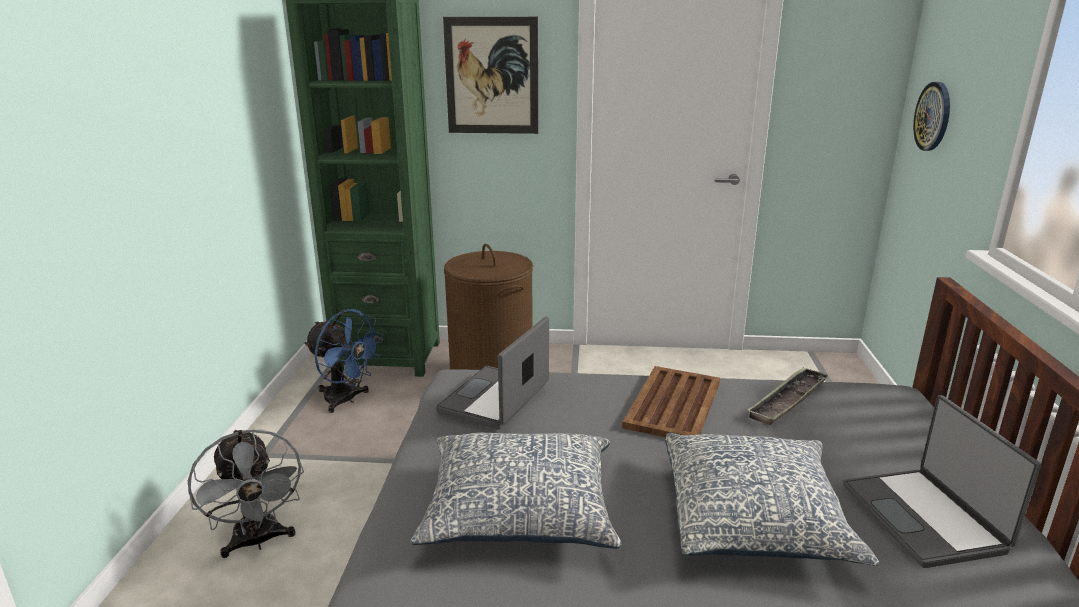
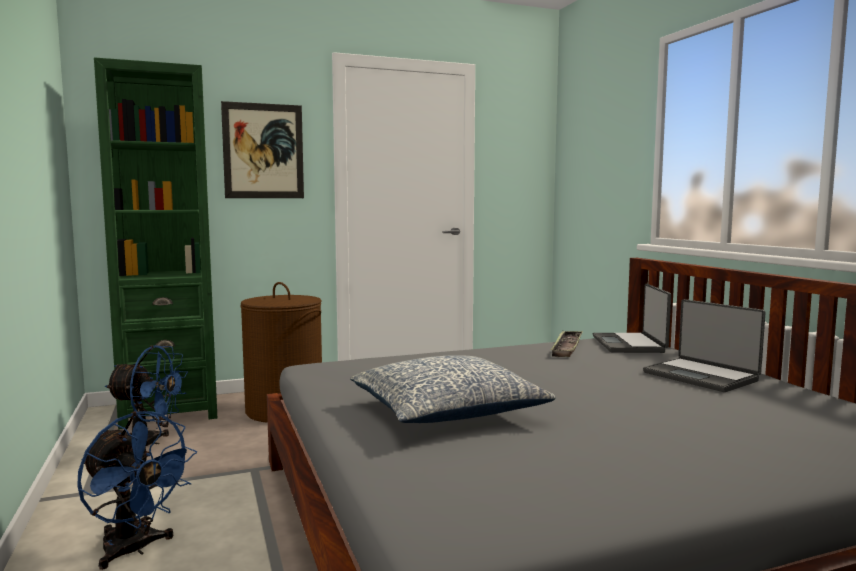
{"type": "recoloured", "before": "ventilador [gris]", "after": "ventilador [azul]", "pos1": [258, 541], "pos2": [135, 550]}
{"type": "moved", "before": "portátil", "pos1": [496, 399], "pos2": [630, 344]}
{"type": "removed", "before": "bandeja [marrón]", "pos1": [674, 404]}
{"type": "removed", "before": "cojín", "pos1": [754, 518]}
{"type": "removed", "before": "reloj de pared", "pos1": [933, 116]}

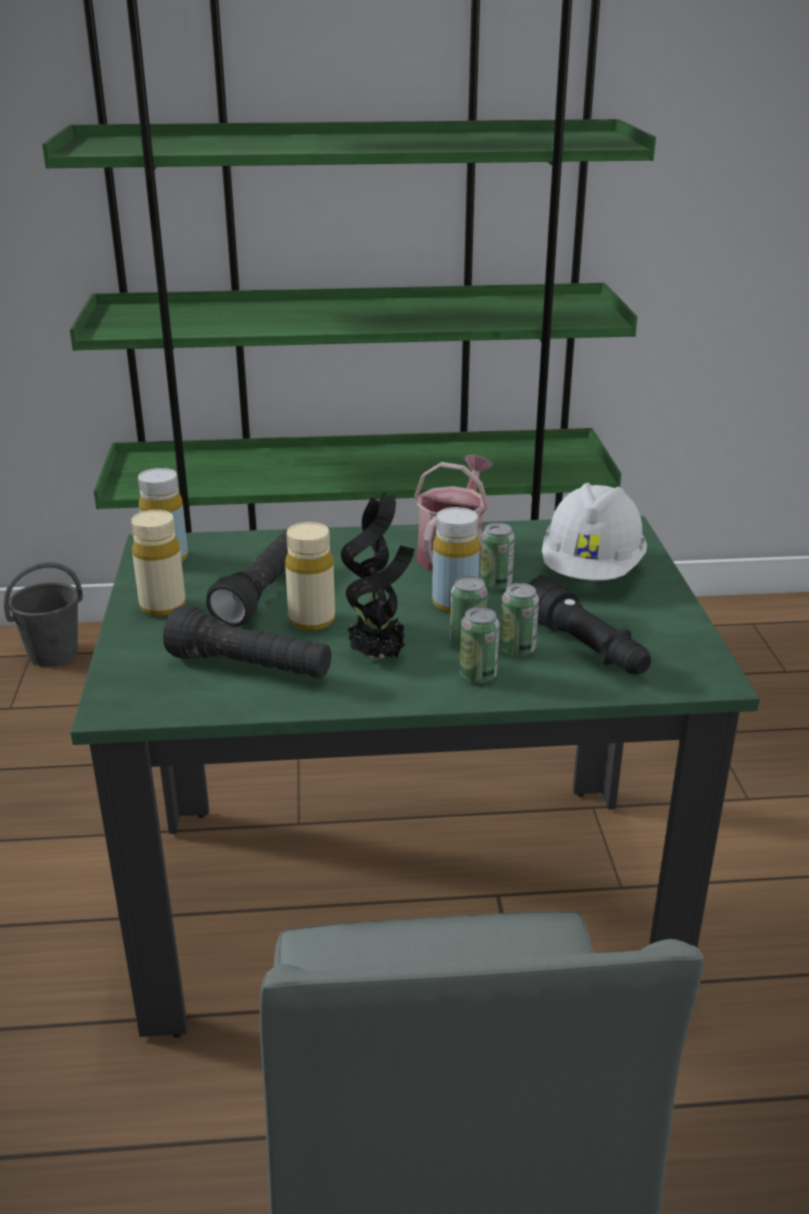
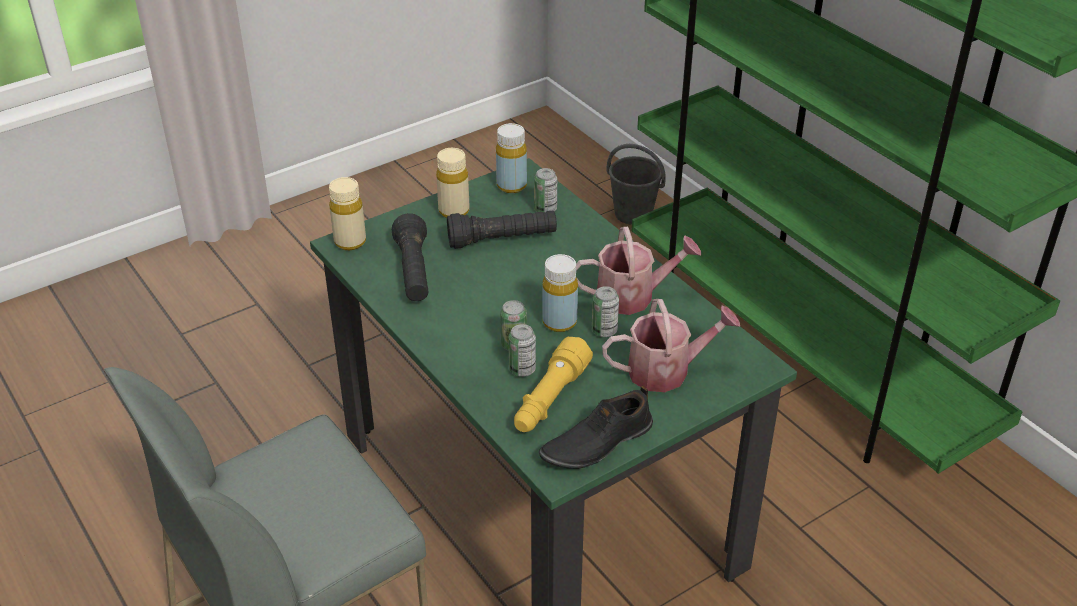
{"type": "moved", "before": "botella [beis]", "pos1": [312, 620], "pos2": [350, 242]}
{"type": "removed", "before": "planta en maceta", "pos1": [379, 656]}
{"type": "moved", "before": "lata", "pos1": [478, 675], "pos2": [545, 209]}
{"type": "recoloured", "before": "linterna [negro]", "after": "linterna [amarillo]", "pos1": [585, 648], "pos2": [550, 399]}
{"type": "replaced", "before": "casco [blanco]", "after": "regadera", "pos1": [592, 571], "pos2": [667, 370]}
{"type": "added", "after": "zapato [negro]", "pos2": [596, 443]}

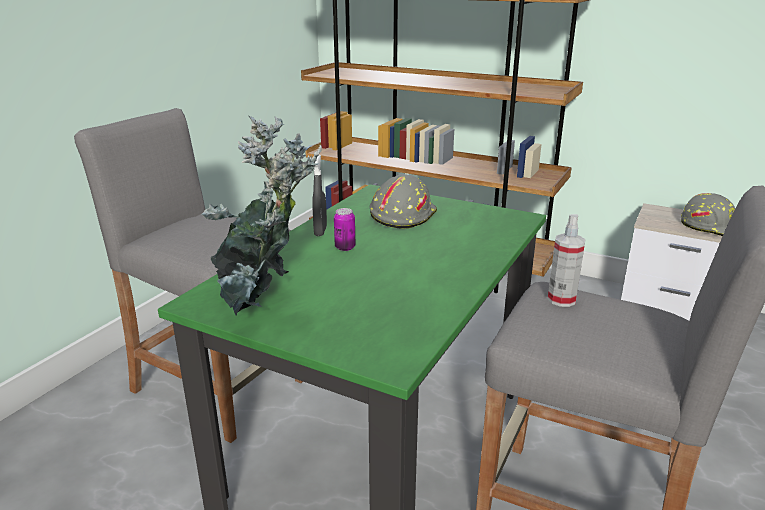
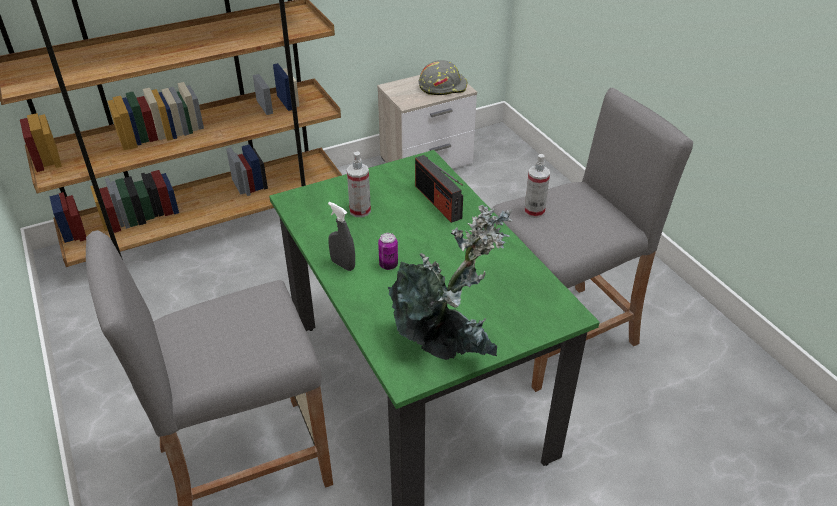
{"type": "replaced", "before": "casco [gris]", "after": "pulverizador", "pos1": [402, 215], "pos2": [360, 211]}
{"type": "added", "after": "radio", "pos2": [438, 202]}

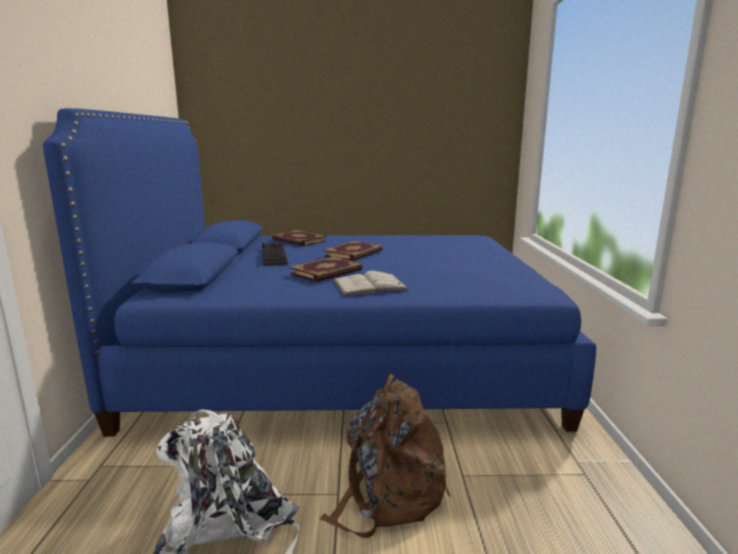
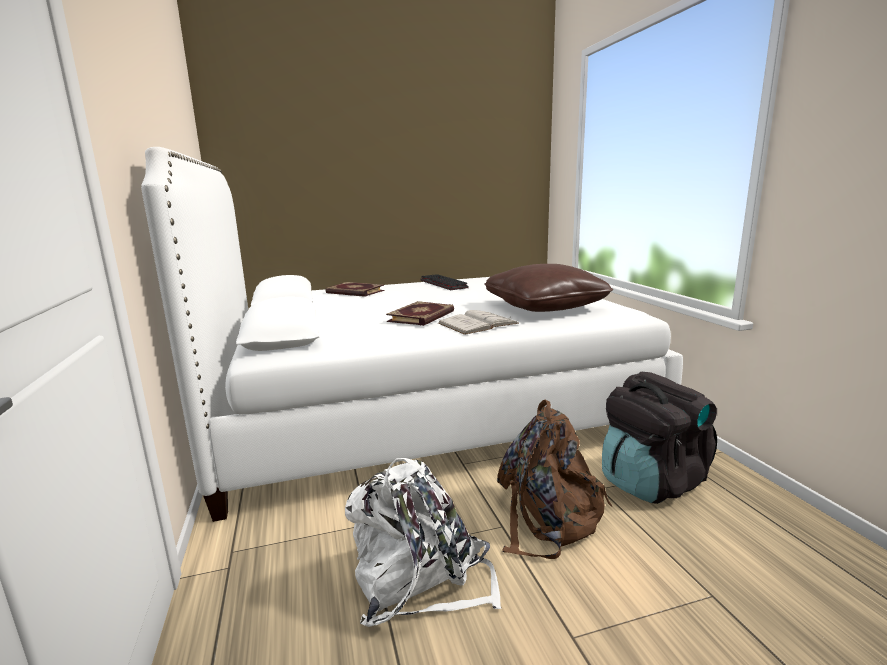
{"type": "recoloured", "before": "cama [azul]", "after": "cama [blanco]", "pos1": [344, 360], "pos2": [425, 407]}
{"type": "moved", "before": "teclado", "pos1": [272, 255], "pos2": [441, 284]}
{"type": "removed", "before": "libro", "pos1": [354, 254]}
{"type": "added", "after": "cojín [marrón]", "pos2": [544, 307]}
{"type": "added", "after": "mochila [negro]", "pos2": [651, 481]}

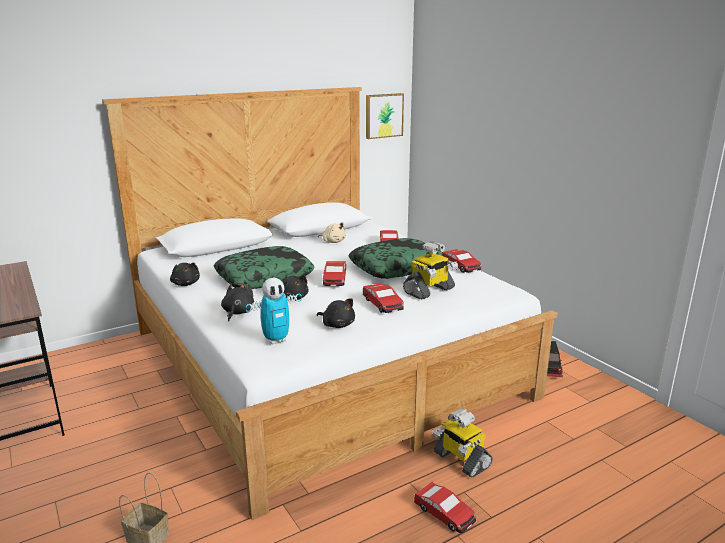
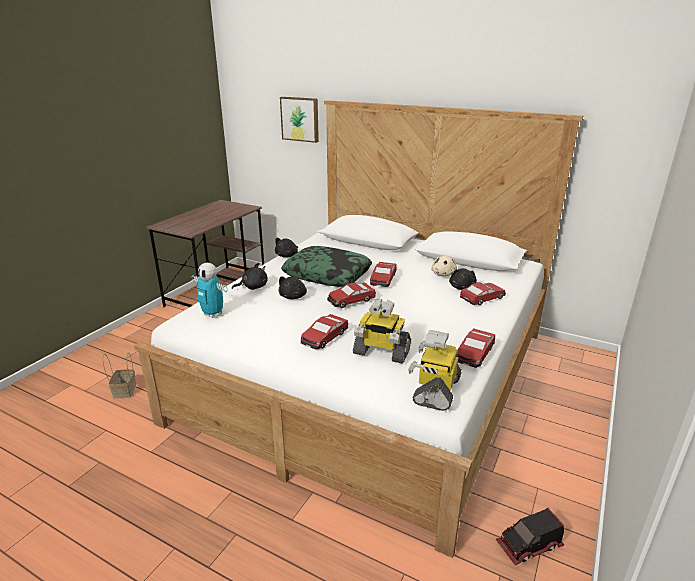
{"type": "moved", "before": "peluche [negro]", "pos1": [337, 325], "pos2": [462, 287]}
{"type": "removed", "before": "cojín", "pos1": [396, 267]}
{"type": "moved", "before": "cuadro", "pos1": [383, 115], "pos2": [300, 119]}
{"type": "moved", "before": "coche de juguete", "pos1": [444, 513], "pos2": [383, 279]}
{"type": "moved", "before": "robot de juguete", "pos1": [460, 460], "pos2": [435, 390]}

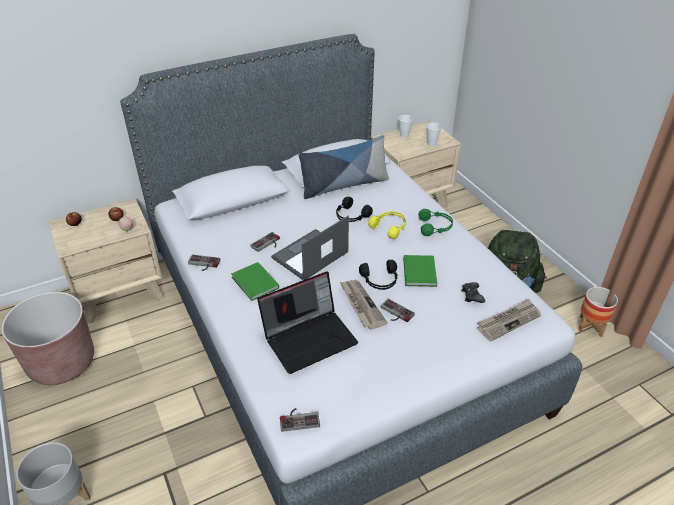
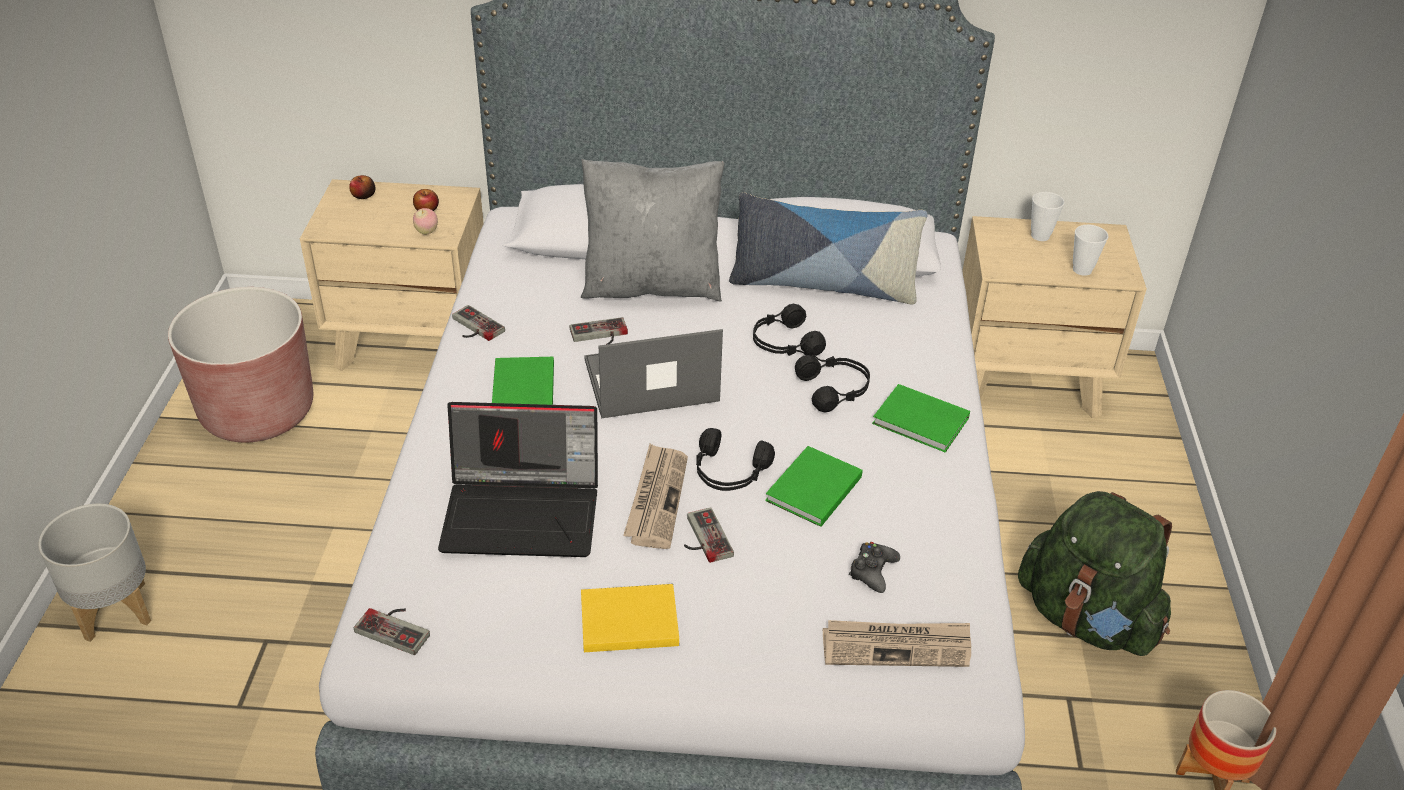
{"type": "recoloured", "before": "auriculares [amarillo]", "after": "auriculares [negro]", "pos1": [389, 227], "pos2": [834, 389]}
{"type": "replaced", "before": "auriculares [verde]", "after": "libro [verde]", "pos1": [435, 227], "pos2": [922, 422]}
{"type": "added", "after": "cojín [gris]", "pos2": [652, 285]}
{"type": "added", "after": "libro [amarillo]", "pos2": [626, 620]}

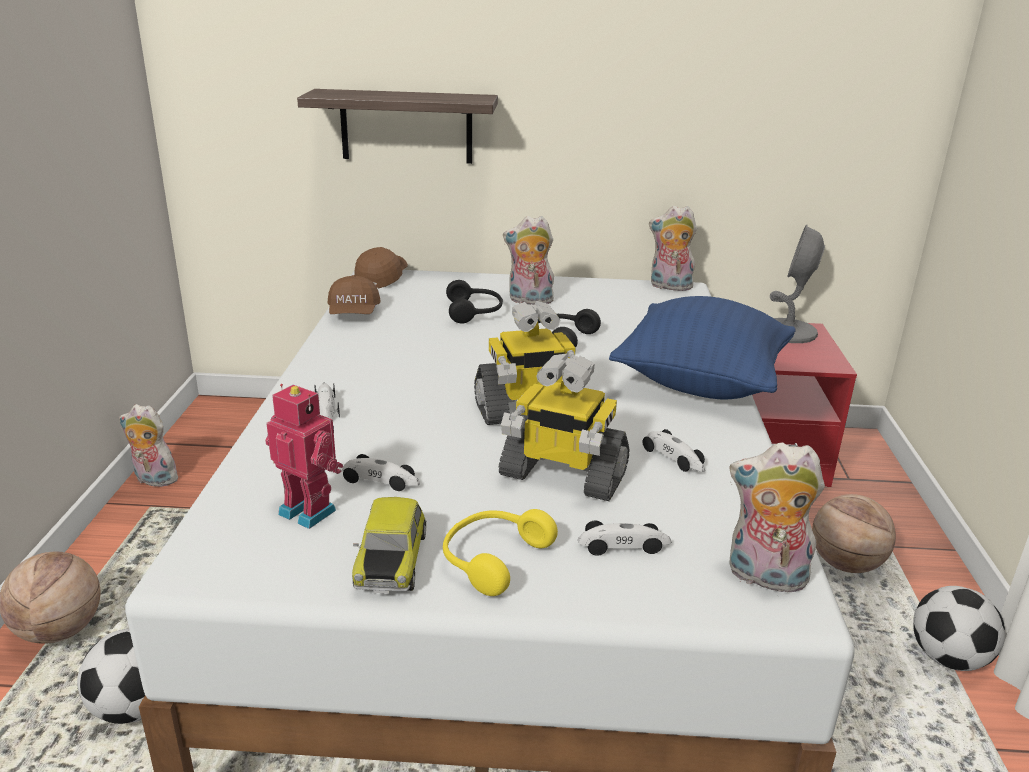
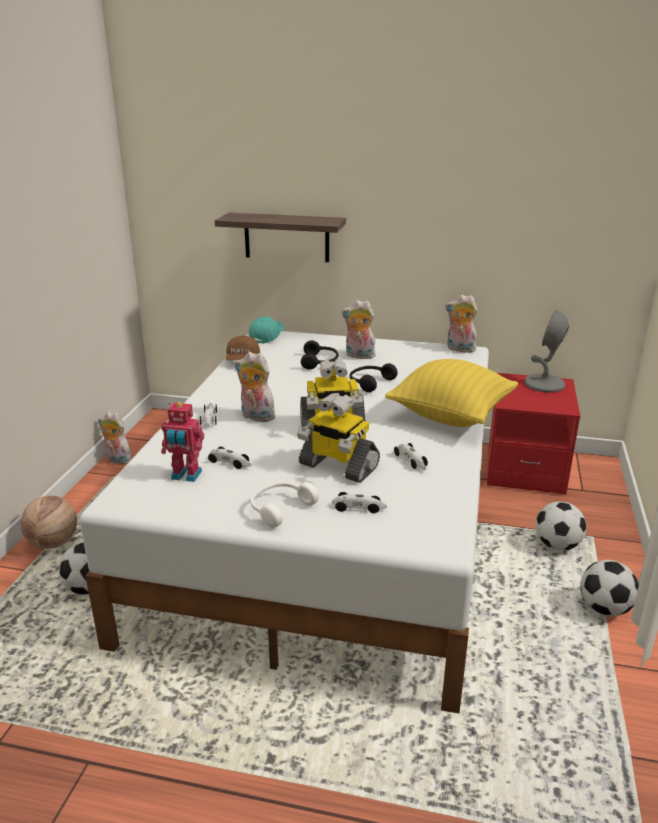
{"type": "turned", "before": "robot de juguete", "pos1": [310, 510], "pos2": [185, 476], "turn": 150}
{"type": "removed", "before": "coche de juguete", "pos1": [390, 560]}
{"type": "recoloured", "before": "gorra [marrón]", "after": "gorra [turquesa]", "pos1": [382, 278], "pos2": [267, 336]}
{"type": "recoloured", "before": "auriculares [amarillo]", "after": "auriculares [blanco]", "pos1": [492, 558], "pos2": [280, 508]}
{"type": "recoloured", "before": "cojín [azul]", "after": "cojín [amarillo]", "pos1": [701, 383], "pos2": [450, 415]}
{"type": "moved", "before": "peluche", "pos1": [764, 577], "pos2": [255, 417]}
{"type": "replaced", "before": "balón de baloncesto", "after": "balón de fútbol", "pos1": [845, 564], "pos2": [556, 545]}

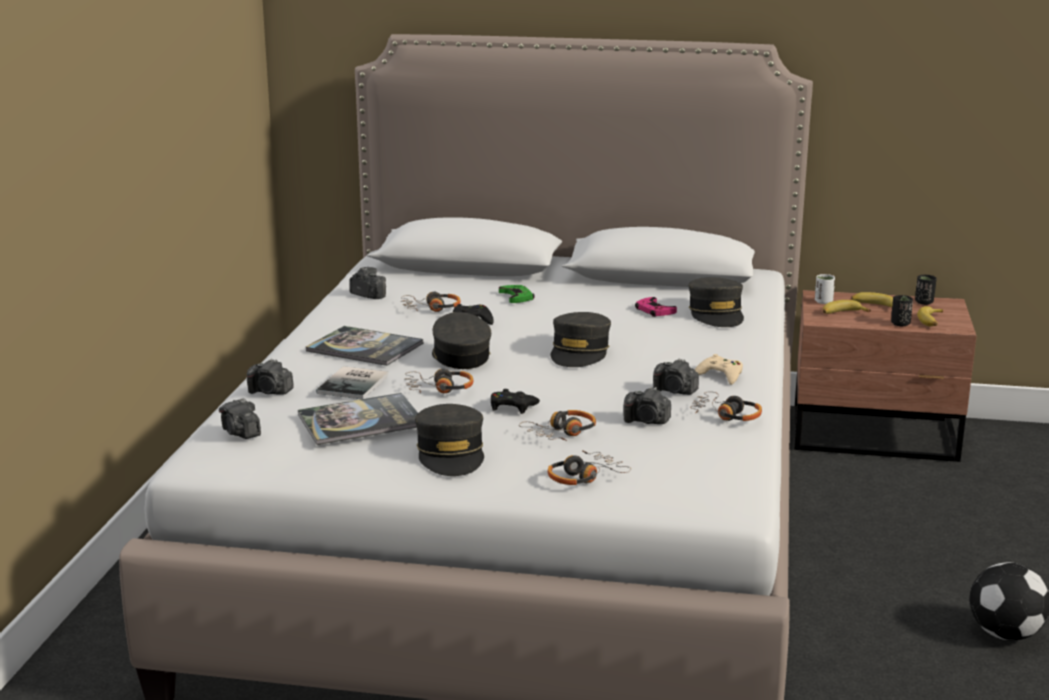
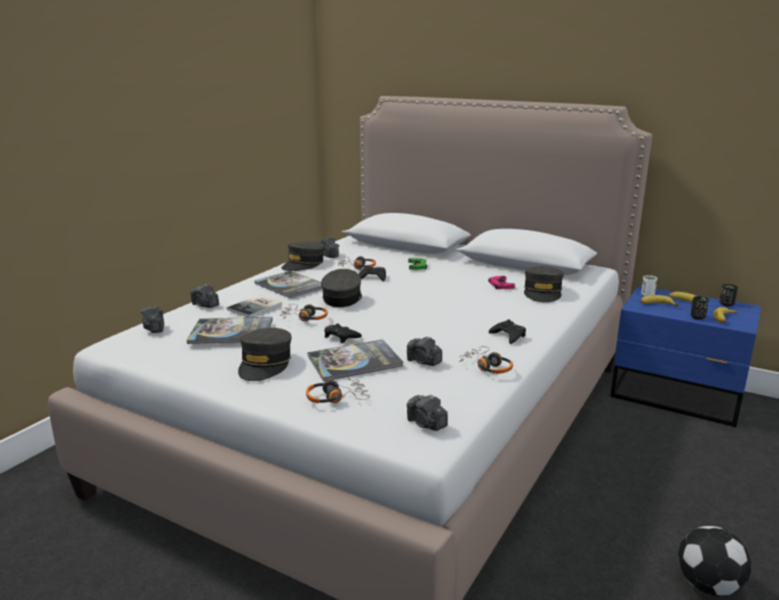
{"type": "replaced", "before": "auriculares", "after": "libro", "pos1": [561, 433], "pos2": [354, 361]}
{"type": "moved", "before": "gorra [gris]", "pos1": [579, 352], "pos2": [304, 264]}
{"type": "moved", "before": "cámara", "pos1": [675, 391], "pos2": [426, 424]}
{"type": "recoloured", "before": "mando de consola [beis]", "after": "mando de consola [negro]", "pos1": [720, 375], "pos2": [508, 335]}
{"type": "recoloured", "before": "mesita de noche [marrón]", "after": "mesita de noche [azul]", "pos1": [876, 436], "pos2": [678, 397]}

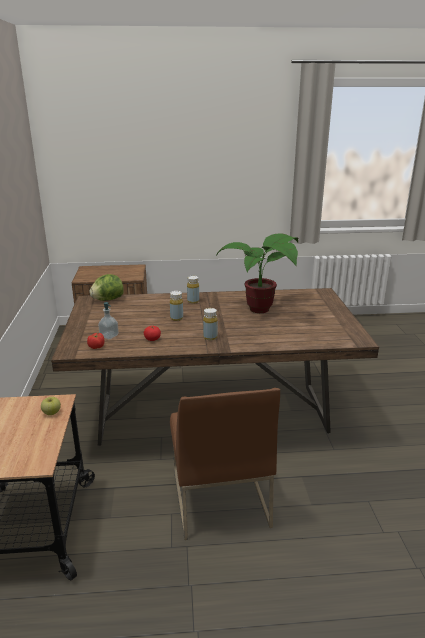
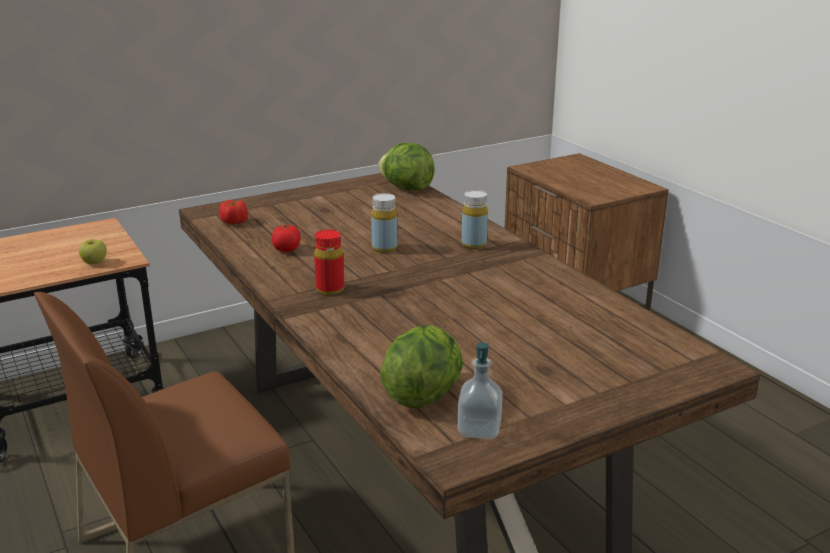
{"type": "moved", "before": "dispensador de jabón", "pos1": [109, 336], "pos2": [479, 429]}
{"type": "recoloured", "before": "botella [amarillo]", "after": "botella [rojo]", "pos1": [210, 337], "pos2": [330, 290]}
{"type": "removed", "before": "planta en maceta", "pos1": [262, 310]}
{"type": "added", "after": "lechuga", "pos2": [423, 395]}

